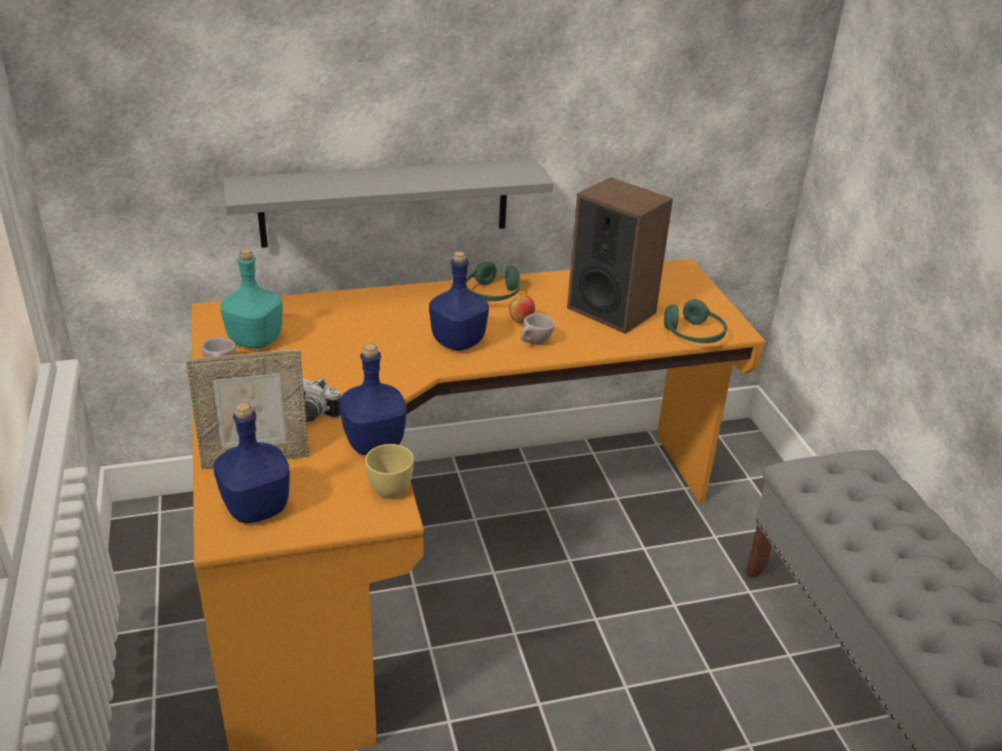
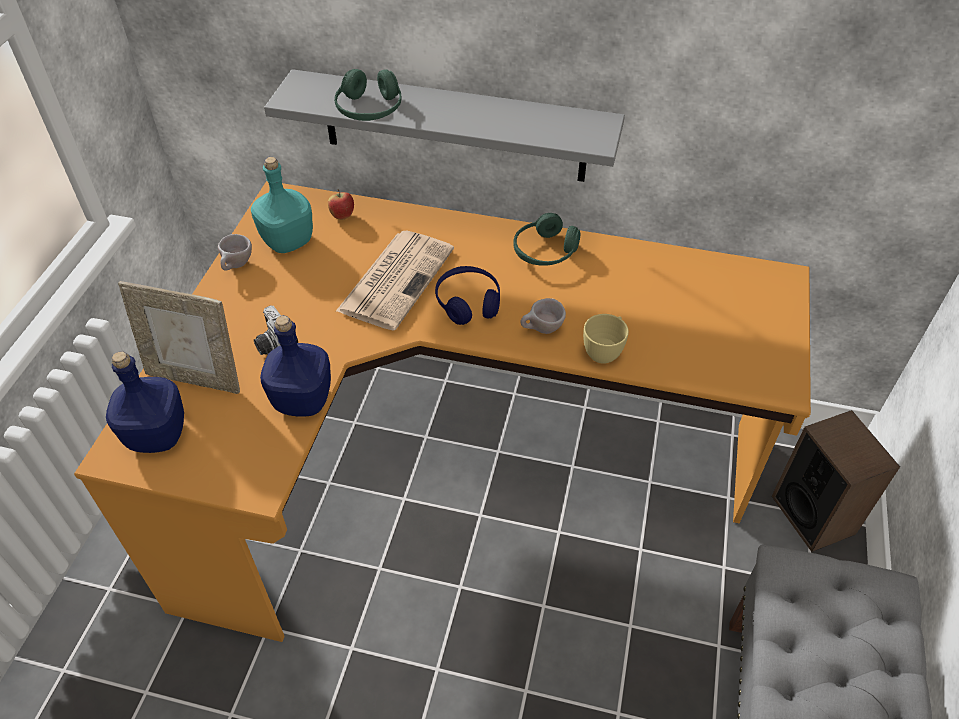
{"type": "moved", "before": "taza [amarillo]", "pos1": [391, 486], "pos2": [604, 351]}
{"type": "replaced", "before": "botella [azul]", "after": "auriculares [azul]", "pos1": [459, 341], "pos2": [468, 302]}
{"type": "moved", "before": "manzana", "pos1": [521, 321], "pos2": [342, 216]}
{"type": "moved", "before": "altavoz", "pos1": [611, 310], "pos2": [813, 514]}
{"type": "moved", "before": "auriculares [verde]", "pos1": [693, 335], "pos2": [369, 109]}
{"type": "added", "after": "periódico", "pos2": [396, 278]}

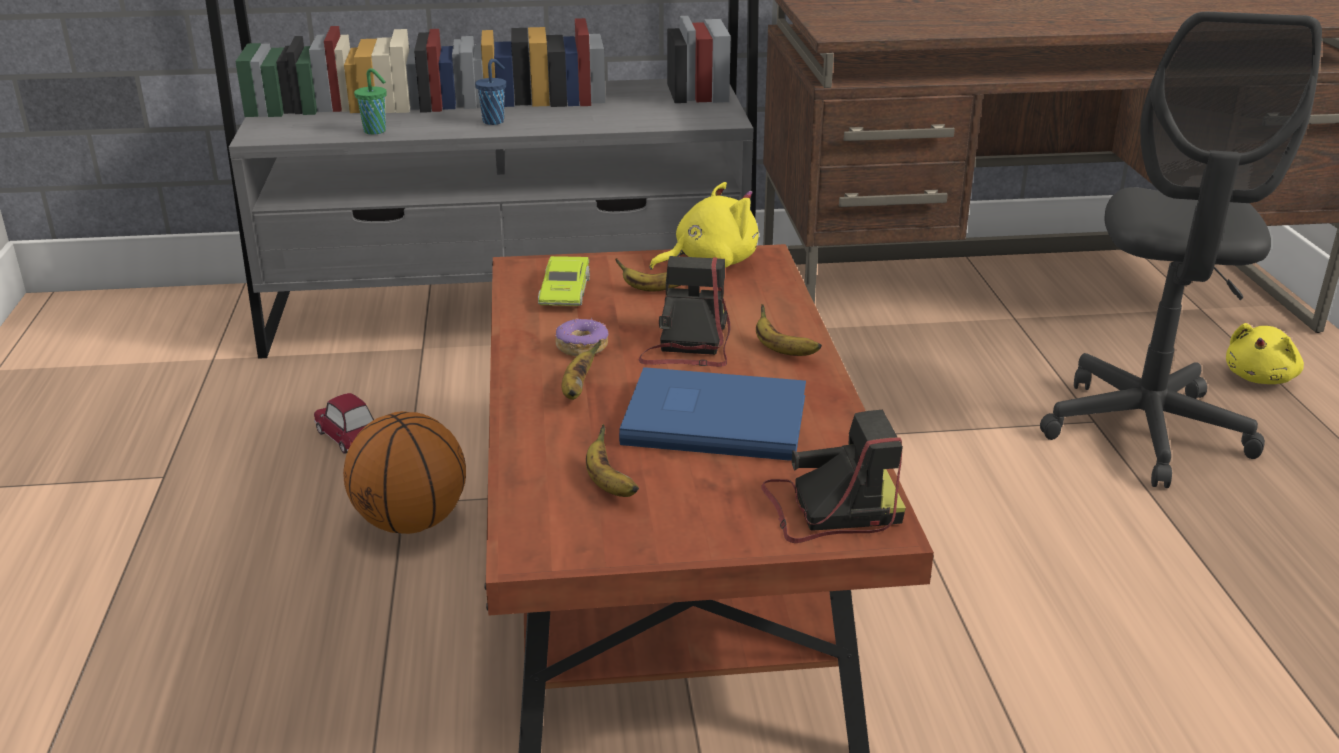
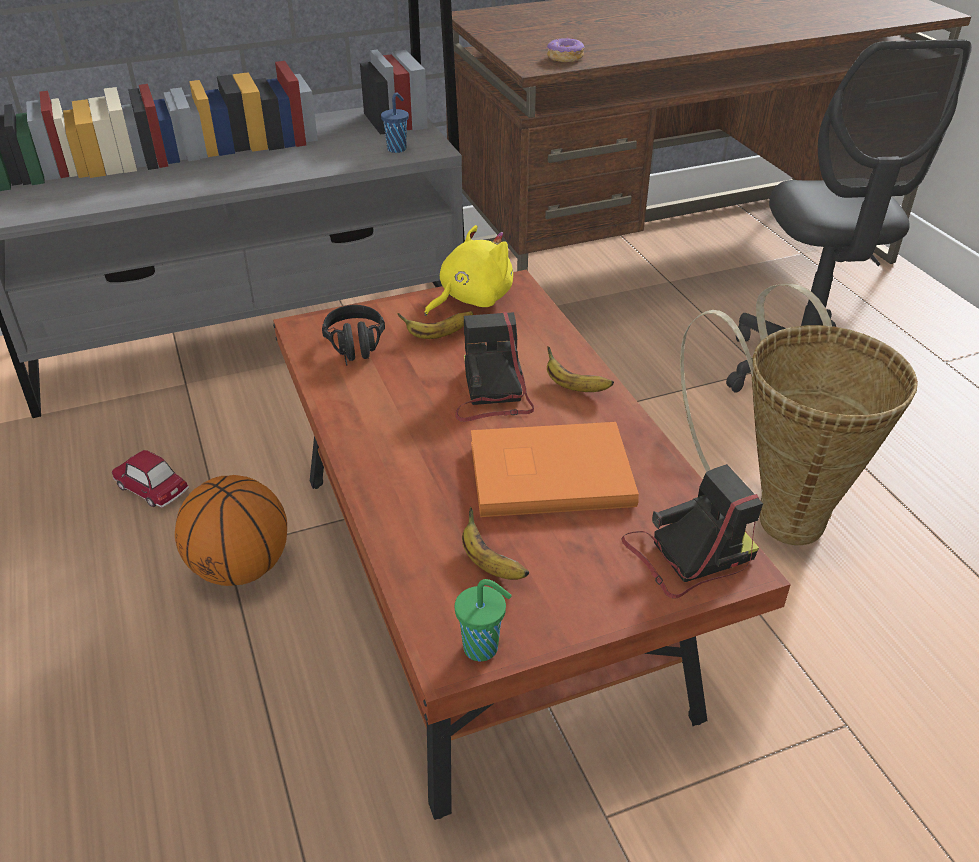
{"type": "moved", "before": "taza [verde]", "pos1": [376, 131], "pos2": [483, 648]}
{"type": "moved", "before": "taza [azul]", "pos1": [494, 121], "pos2": [397, 149]}
{"type": "replaced", "before": "coche de juguete [verde]", "after": "auriculares [negro]", "pos1": [564, 291], "pos2": [356, 350]}
{"type": "moved", "before": "rosquilla", "pos1": [581, 346], "pos2": [564, 57]}
{"type": "removed", "before": "plátano", "pos1": [577, 389]}
{"type": "recoloured", "before": "libro [azul]", "after": "libro [naranja]", "pos1": [713, 417], "pos2": [547, 471]}
{"type": "removed", "before": "peluche [amarillo]", "pos1": [1260, 377]}
{"type": "added", "after": "cesta", "pos2": [778, 513]}

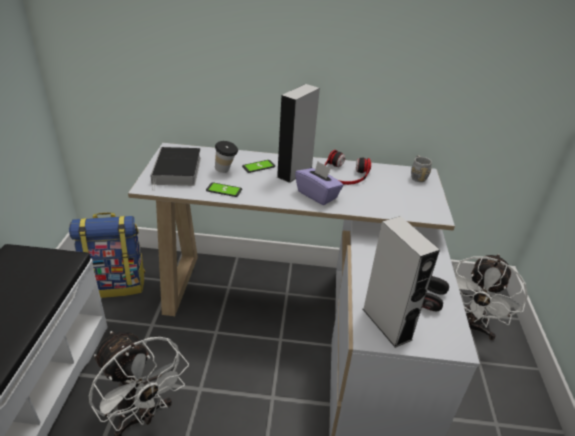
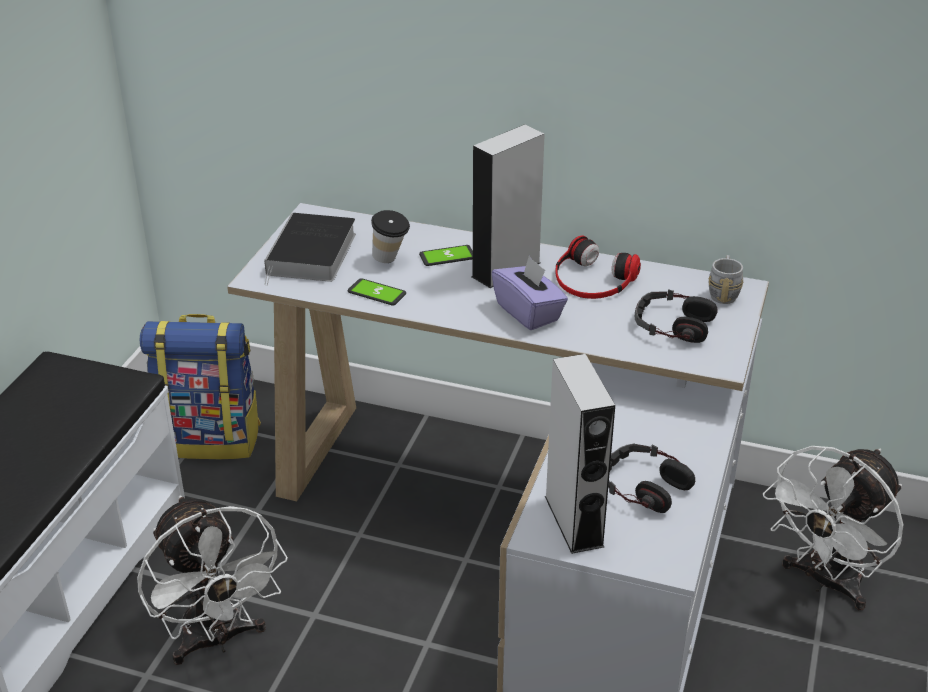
{"type": "added", "after": "auriculares", "pos2": [673, 325]}

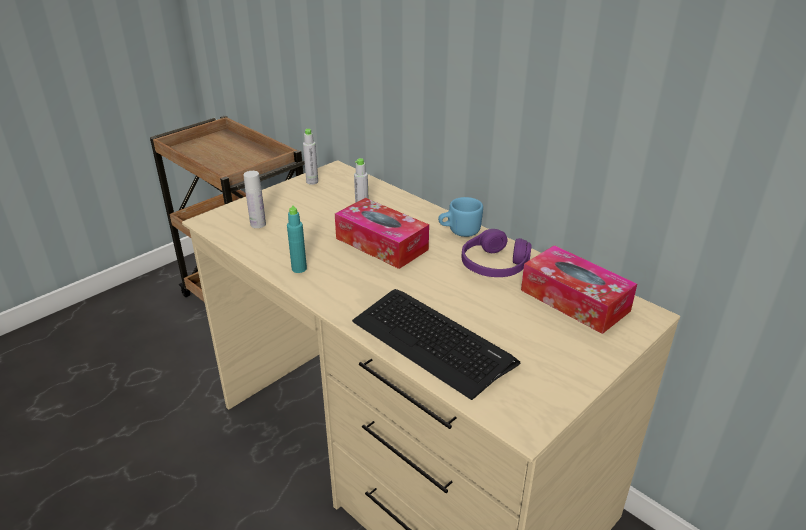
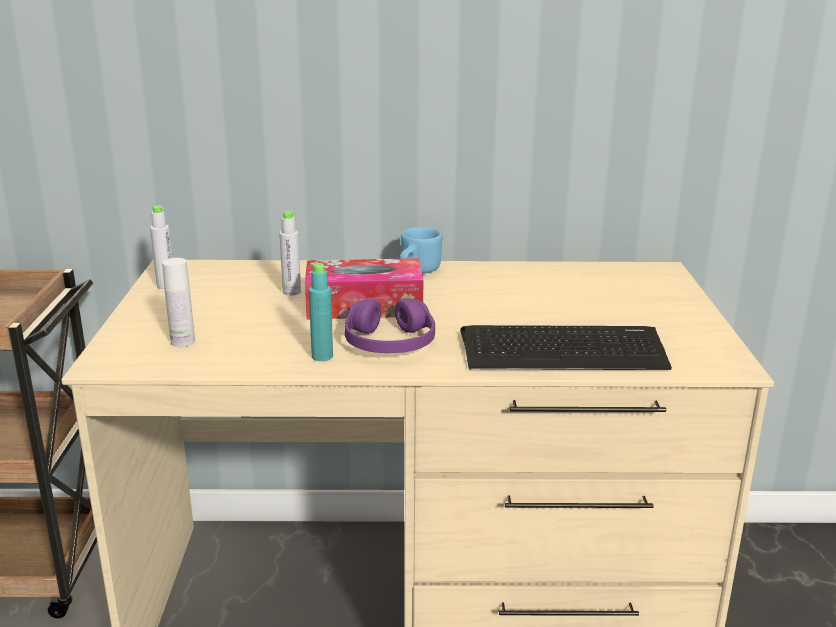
{"type": "moved", "before": "auriculares [morado]", "pos1": [494, 265], "pos2": [389, 343]}
{"type": "removed", "before": "caja de pañuelos", "pos1": [574, 300]}

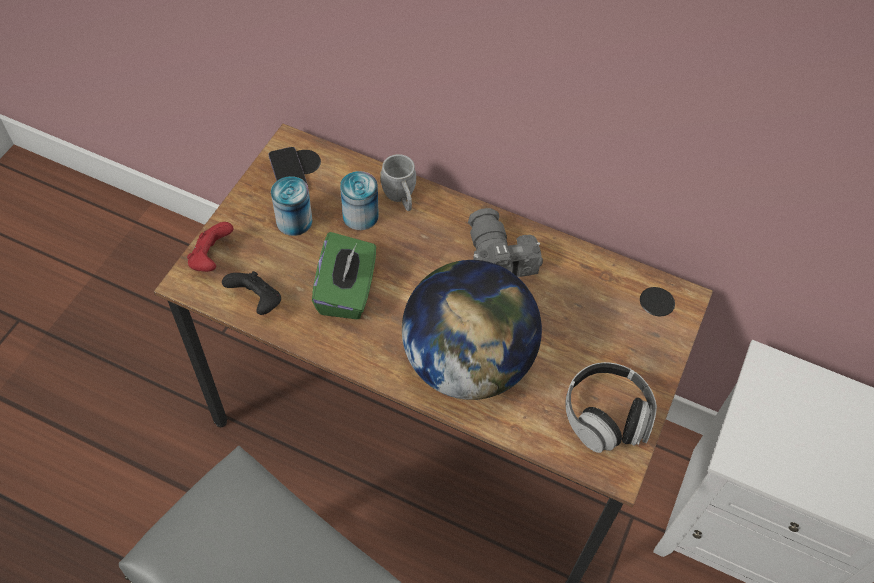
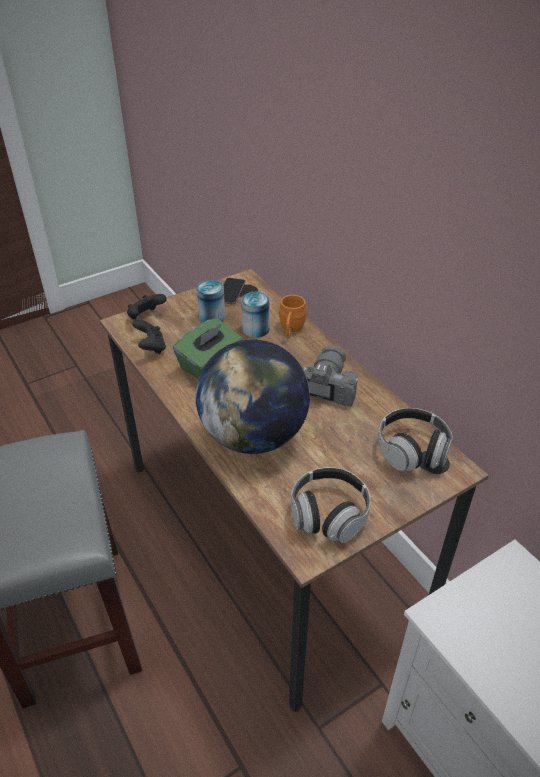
{"type": "recoloured", "before": "mando de consola [rojo]", "after": "mando de consola [negro]", "pos1": [211, 259], "pos2": [146, 317]}
{"type": "recoloured", "before": "taza grande [gris]", "after": "taza grande [naranja]", "pos1": [401, 198], "pos2": [291, 329]}
{"type": "added", "after": "auriculares", "pos2": [412, 450]}

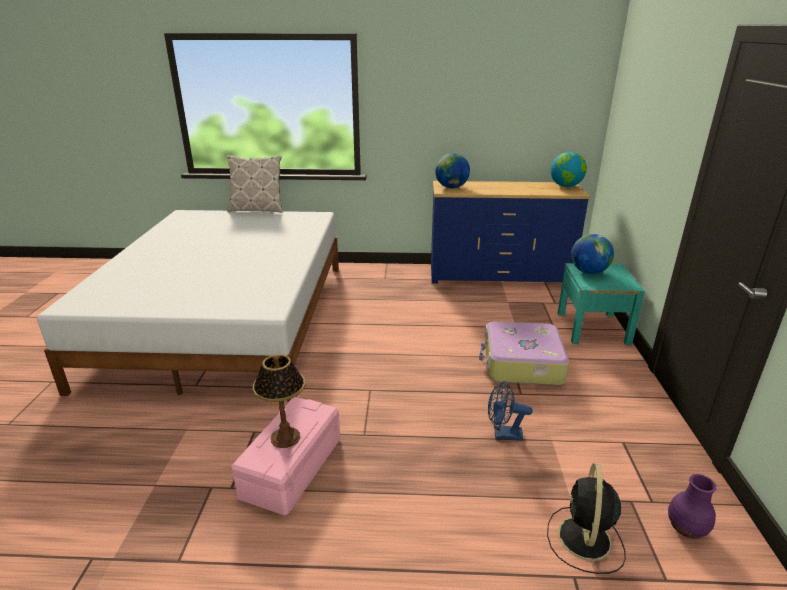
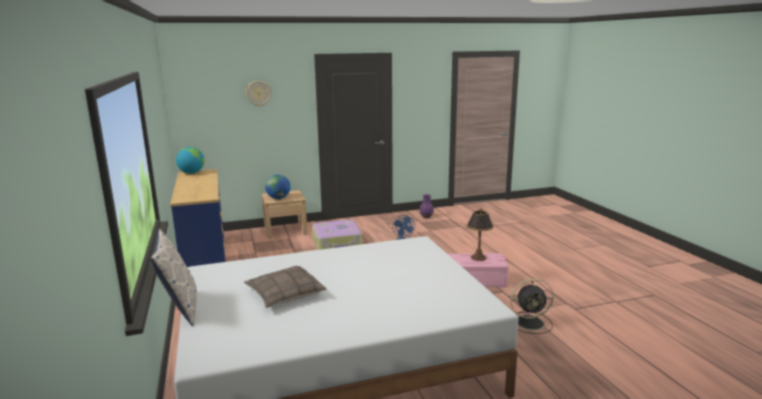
{"type": "removed", "before": "globo terráqueo", "pos1": [451, 187]}
{"type": "moved", "before": "ventilador [negro]", "pos1": [584, 540], "pos2": [531, 323]}
{"type": "recoloured", "before": "mesita de noche [turquesa]", "after": "mesita de noche [beis]", "pos1": [592, 328], "pos2": [285, 230]}
{"type": "added", "after": "cojín", "pos2": [285, 294]}
{"type": "added", "after": "reloj de pared", "pos2": [258, 93]}

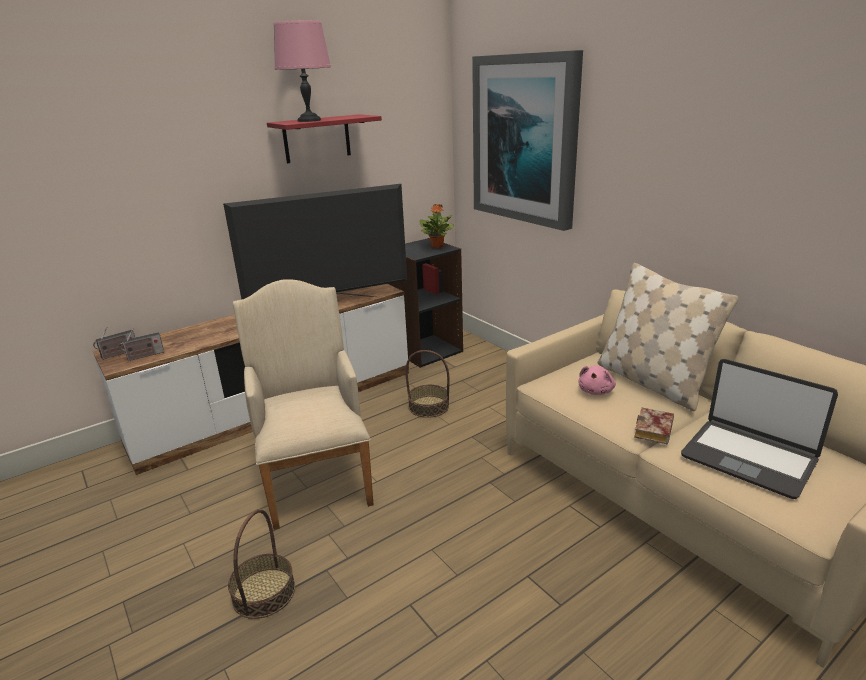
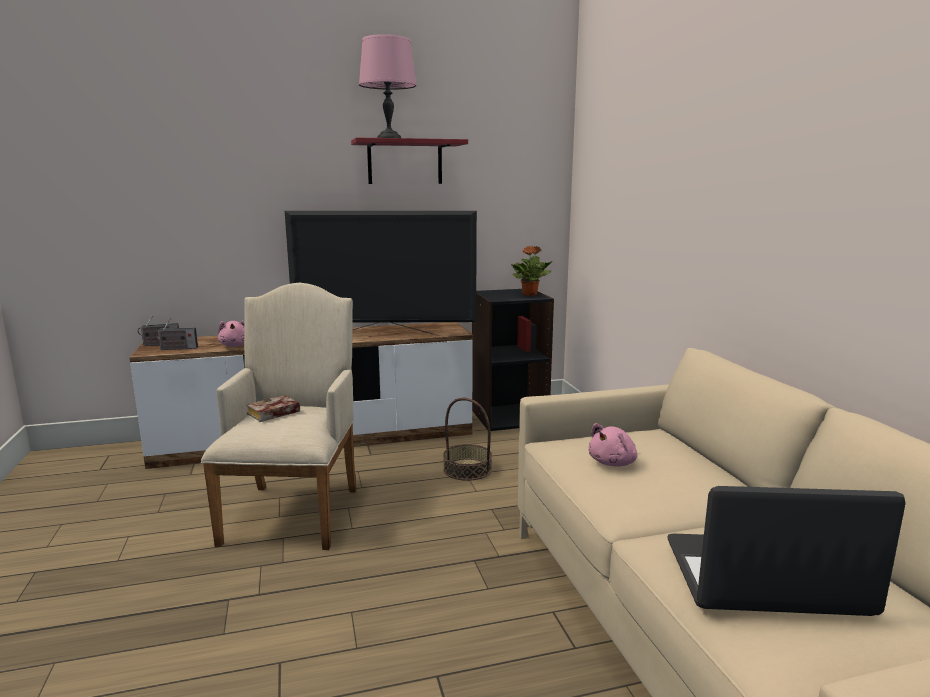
{"type": "removed", "before": "cesta", "pos1": [264, 593]}
{"type": "removed", "before": "cuadro", "pos1": [525, 139]}
{"type": "removed", "before": "cojín [beis]", "pos1": [652, 382]}
{"type": "moved", "before": "libro", "pos1": [655, 431], "pos2": [272, 414]}
{"type": "turned", "before": "portátil", "pos1": [748, 458], "pos2": [764, 579], "turn": 120}
{"type": "added", "after": "peluche [rosa]", "pos2": [235, 345]}

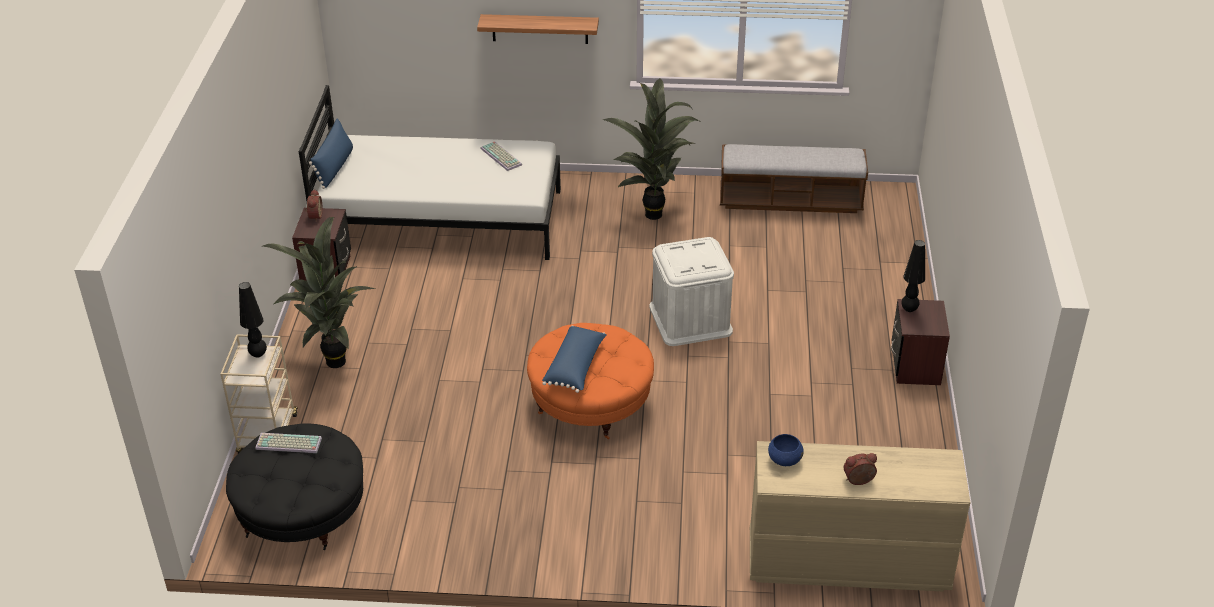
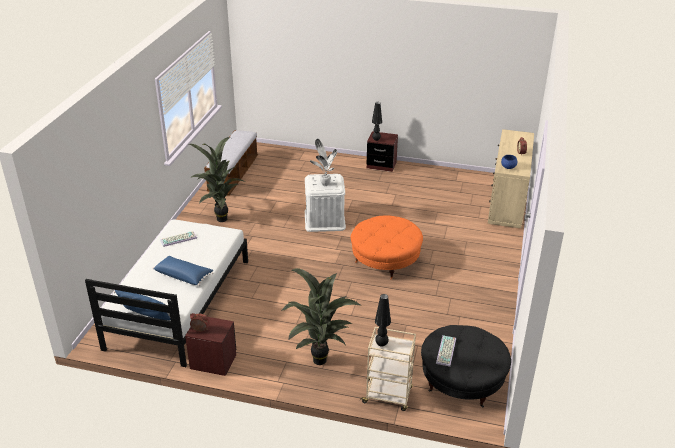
{"type": "removed", "before": "estante", "pos1": [540, 29]}
{"type": "moved", "before": "cojín [azul]", "pos1": [576, 367], "pos2": [184, 275]}
{"type": "added", "after": "planta en maceta", "pos2": [324, 184]}

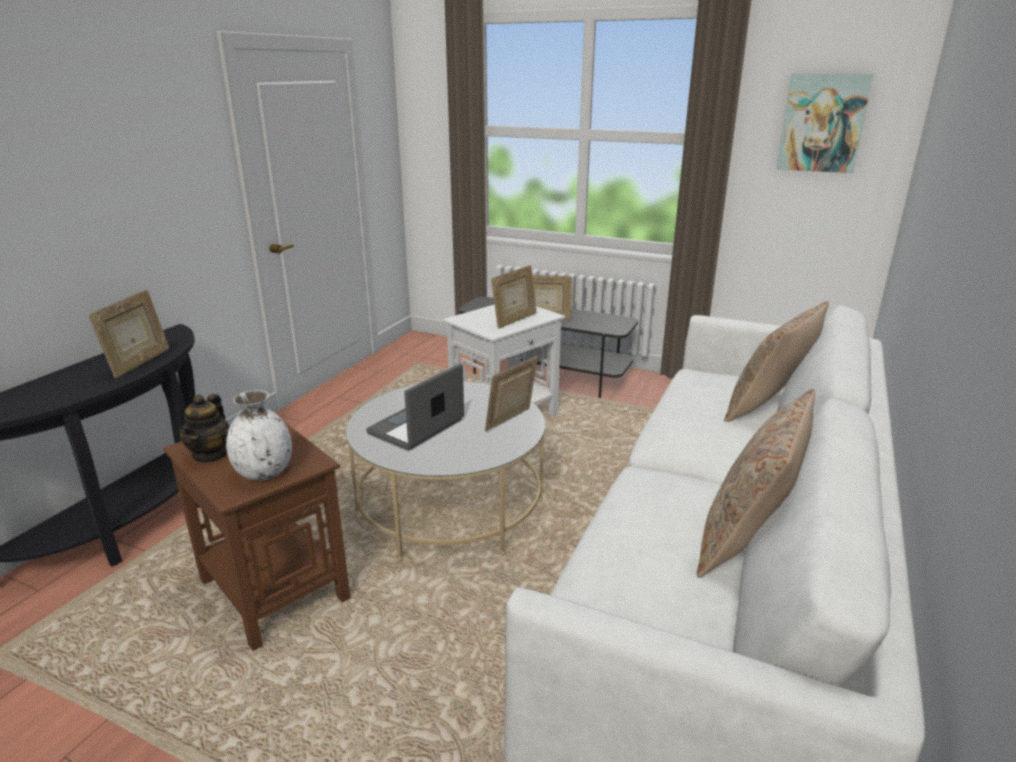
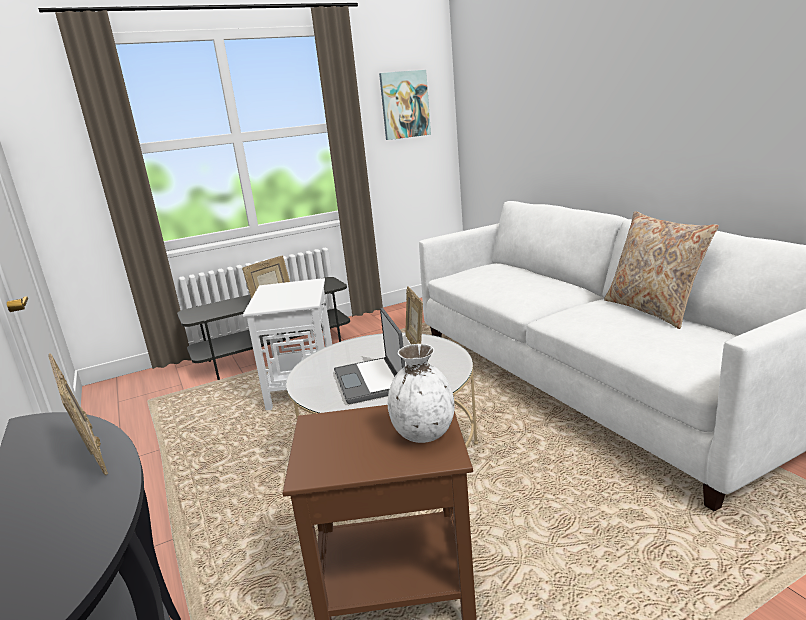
{"type": "removed", "before": "tetera", "pos1": [211, 454]}
{"type": "removed", "before": "portarretratos", "pos1": [514, 321]}
{"type": "removed", "before": "cojín [beis]", "pos1": [768, 409]}

